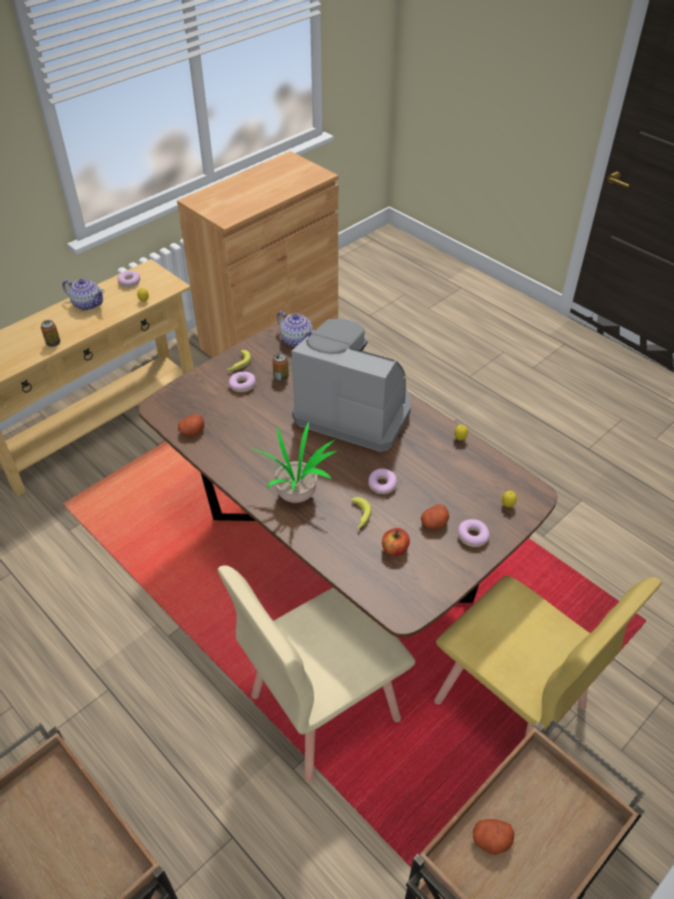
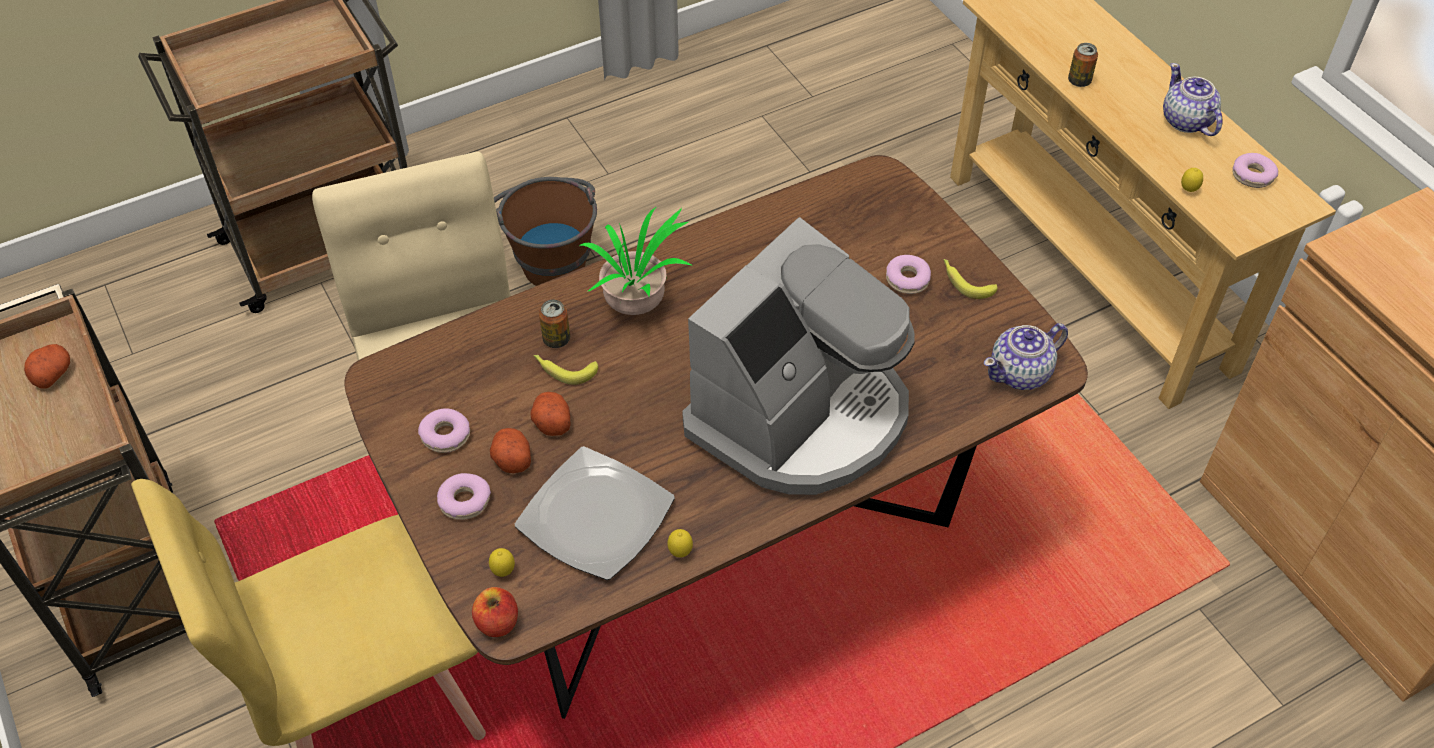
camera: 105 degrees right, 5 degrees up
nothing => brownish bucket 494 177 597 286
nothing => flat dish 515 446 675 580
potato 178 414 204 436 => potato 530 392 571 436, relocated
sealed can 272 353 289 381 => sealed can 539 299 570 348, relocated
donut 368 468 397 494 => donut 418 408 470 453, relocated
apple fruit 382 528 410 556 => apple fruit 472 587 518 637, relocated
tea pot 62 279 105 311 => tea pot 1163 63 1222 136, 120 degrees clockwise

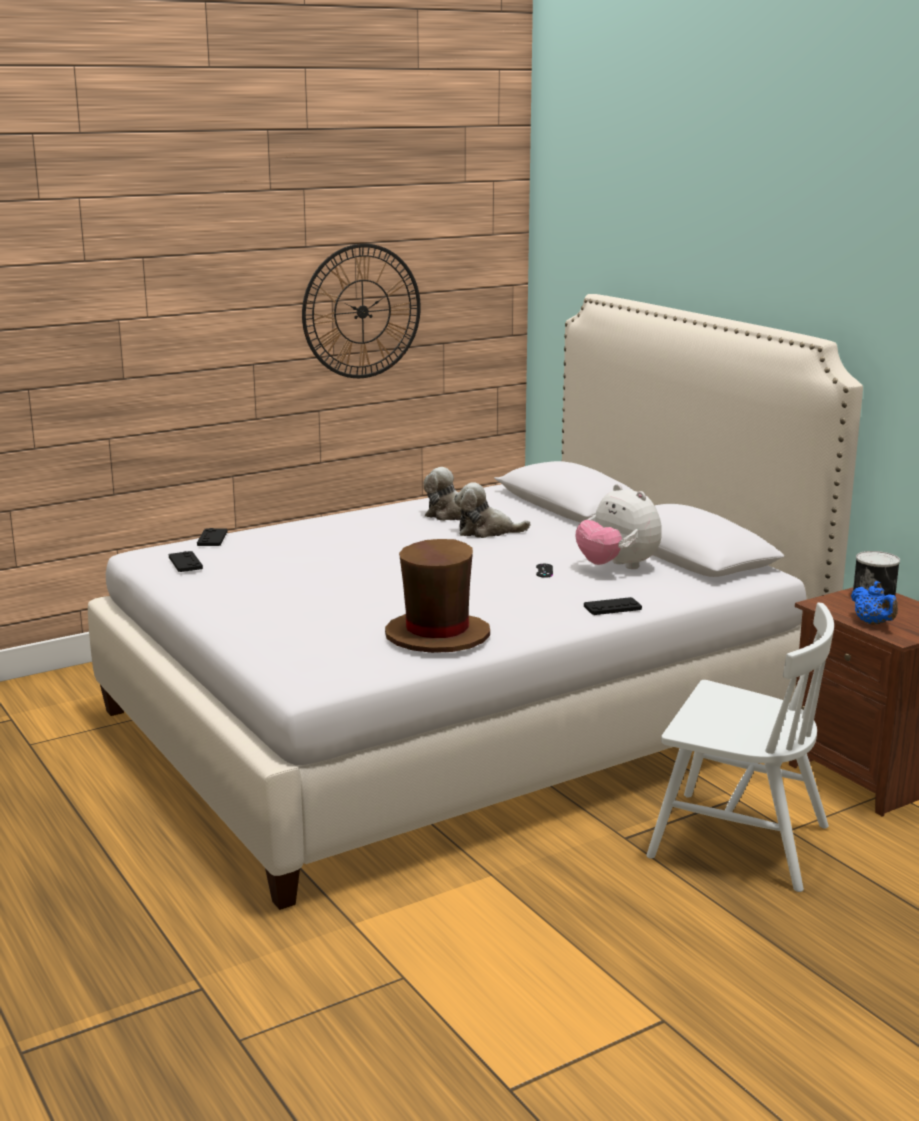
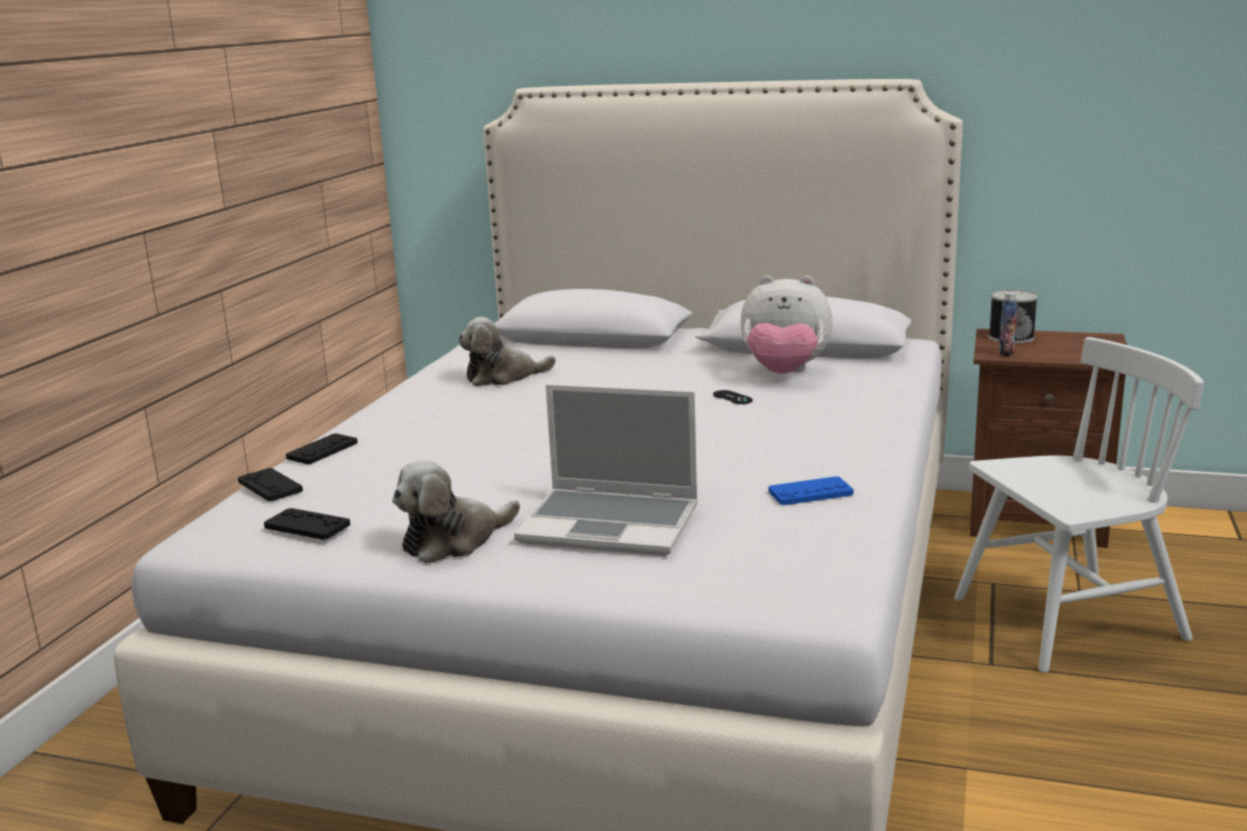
camera: 40 degrees left, 0 degrees up
wall clock 302 244 421 378 => nothing
bluish tea pot 851 581 898 625 => nothing
nothing => laptop 514 384 698 556
nothing => beverage bottle 999 292 1017 356
cuddly toy 454 482 531 538 => cuddly toy 392 461 520 563, relocated
black gamepad 584 597 642 615 => black gamepad 286 433 358 464, relocated
brownish wearable hat 385 539 490 653 => bluish gamepad 768 476 854 505

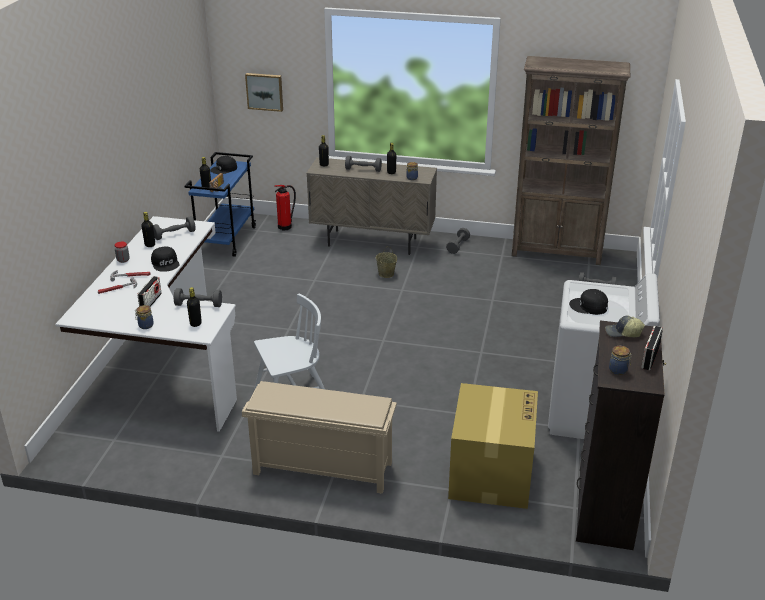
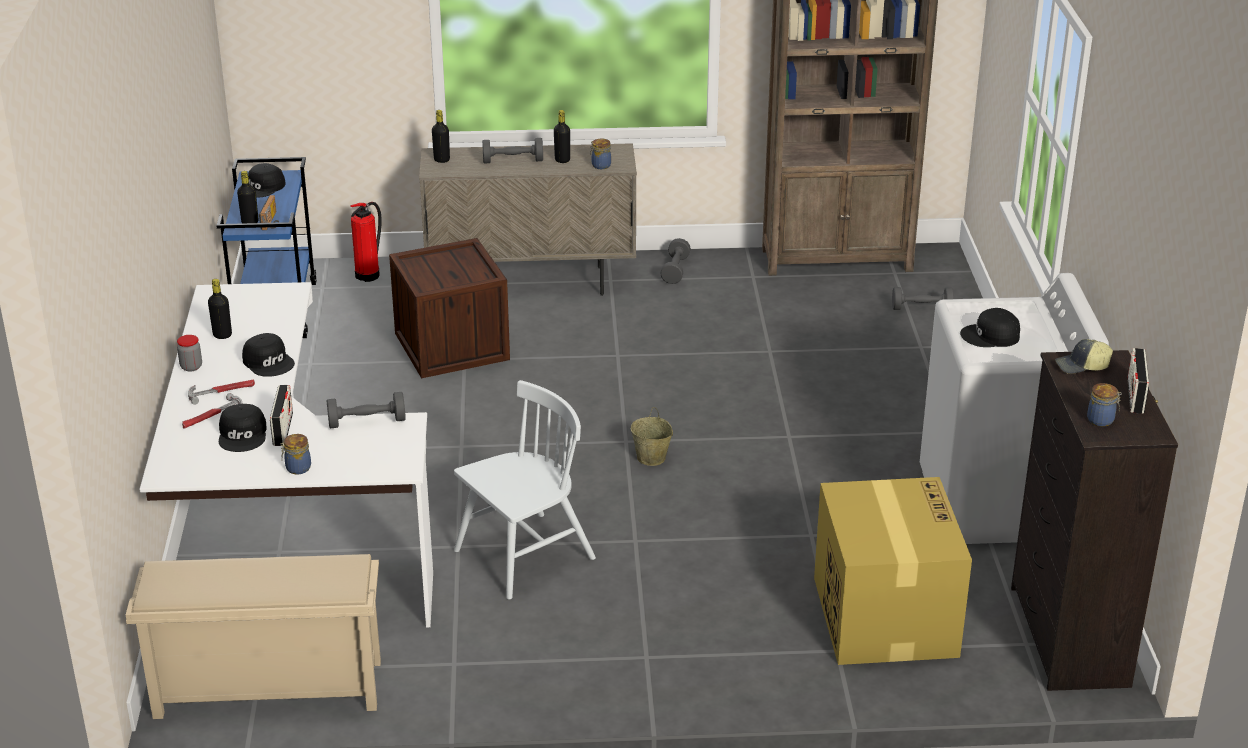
camera: 15 degrees left, 0 degrees up
gray free weight 153 216 196 240 => nothing
black beverage bottle 187 287 202 327 => nothing
wall picture 245 73 283 112 => nothing
nothing => black baseball cap 219 404 266 452
nothing => packing crate 389 238 510 378
beige-coloured shoe rack 242 381 397 494 => beige-coloured shoe rack 126 554 381 719, relocated
beige-coloured bucket 376 246 397 278 => beige-coloured bucket 631 407 673 466, relocated

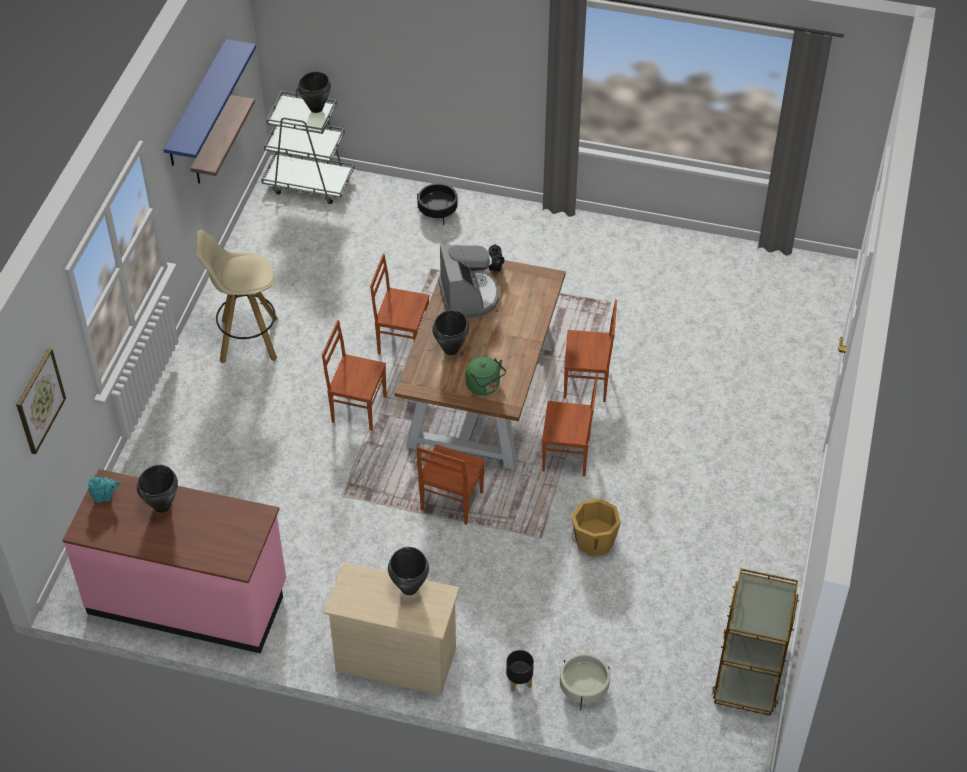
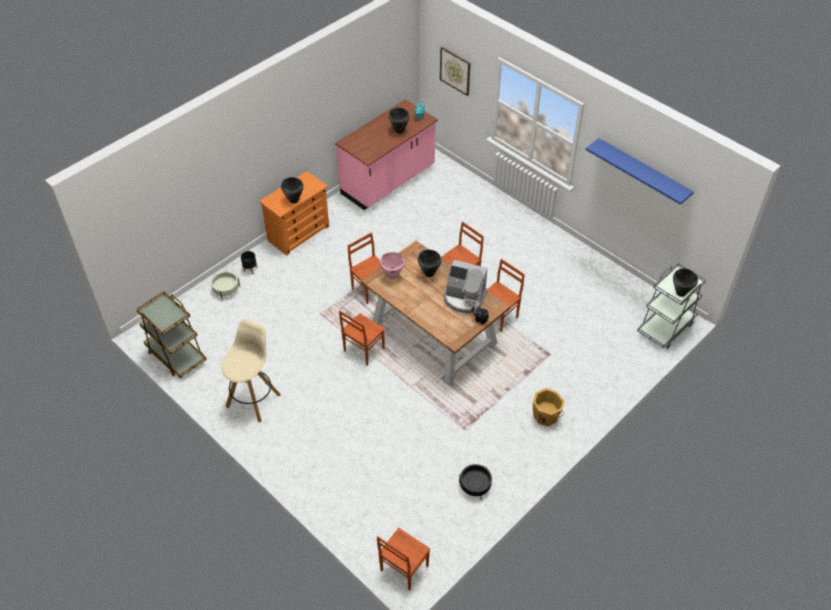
camera: 120 degrees right, 0 degrees up
wall shelf 191 95 255 184 => nothing
beige-coloured sitting stool 196 230 278 363 => beige-coloured sitting stool 221 319 281 422, relocated
black flower pot 417 183 458 225 => black flower pot 459 464 492 500, relocated
brownish plain chair 564 300 617 402 => brownish plain chair 377 528 430 591, relocated
orangey bucket 571 499 621 556 => orangey bucket 533 388 565 426, relocated
green-coloured tea kettle 466 356 506 395 => pink stockpot 380 252 405 280
beige-coloured dresser 325 562 459 696 => orangey dresser 259 171 329 256

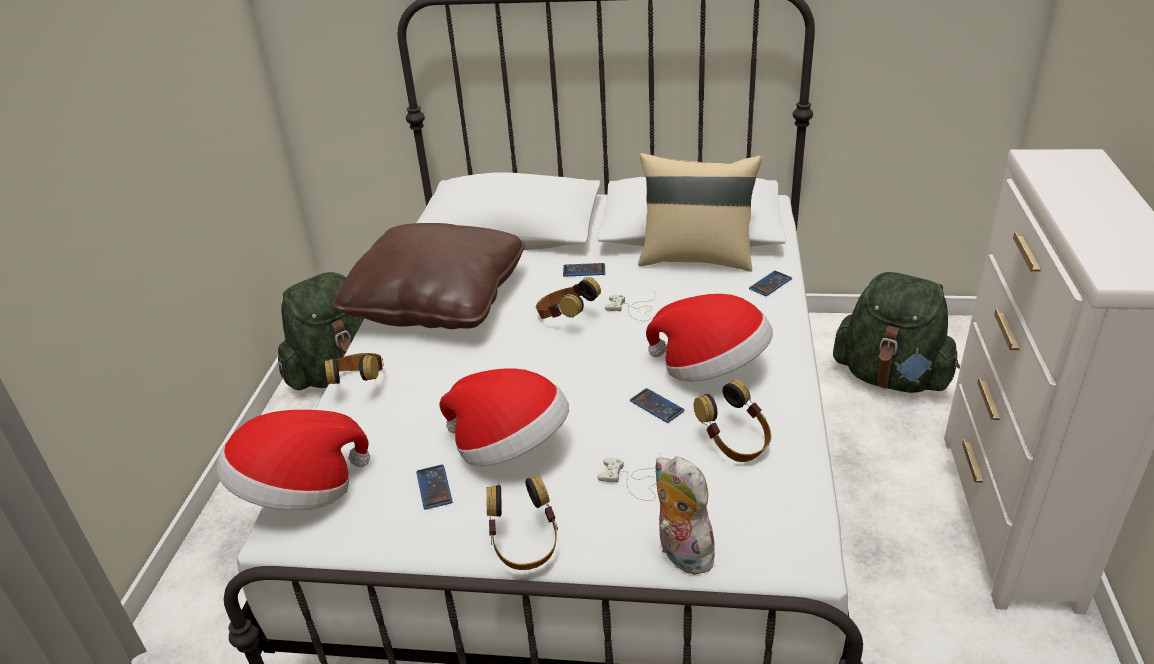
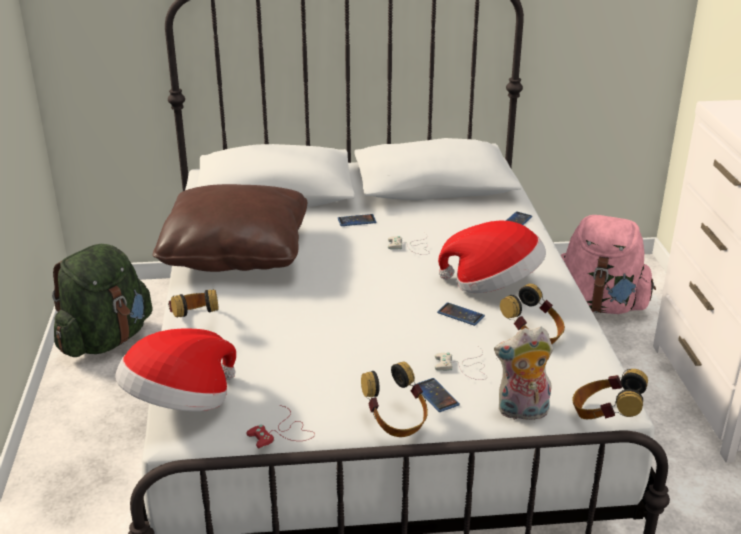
camera: 15 degrees left, 5 degrees down
wearable hat 439 368 569 466 => nothing
beige-coloured cushion 638 153 761 272 => nothing
nothing => red-coloured gamepad 246 405 315 448
handset 416 465 453 510 => handset 414 378 460 412, relocated
pair of headphones 536 277 601 319 => pair of headphones 572 369 648 419, relocated
green-coloured knapsack 833 272 960 393 => pink knapsack 561 215 656 314
cuddly toy 655 456 715 575 => cuddly toy 494 327 553 420, 45 degrees counterclockwise

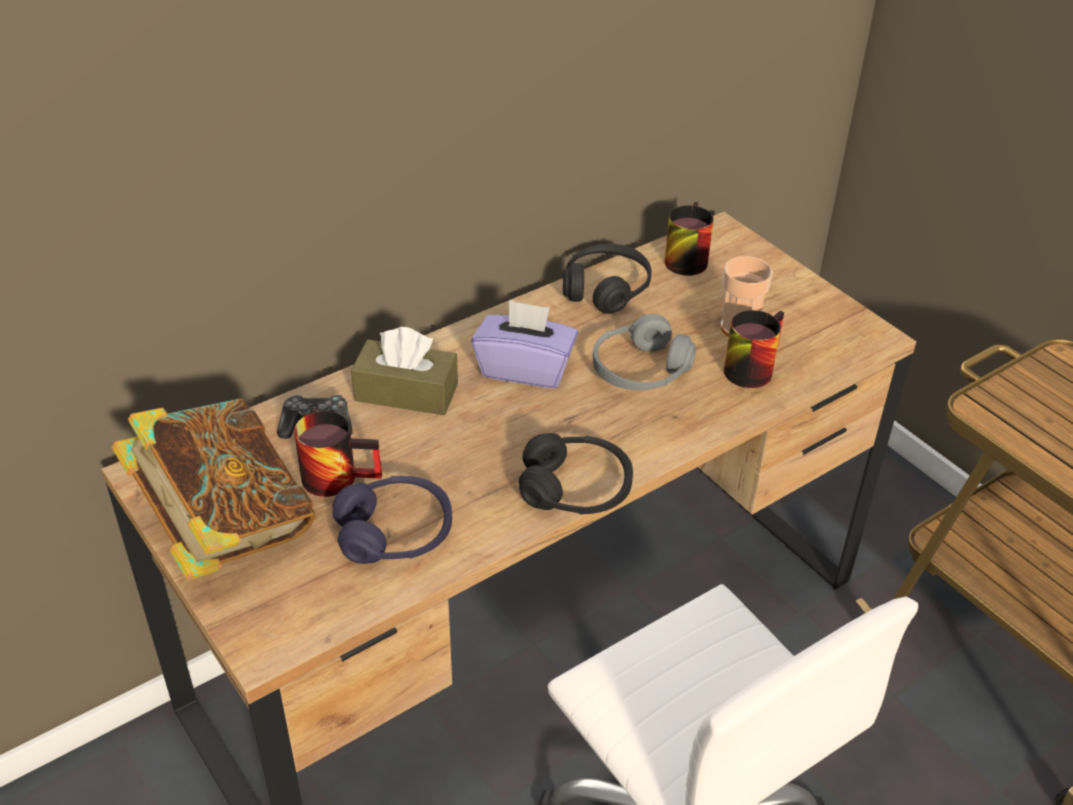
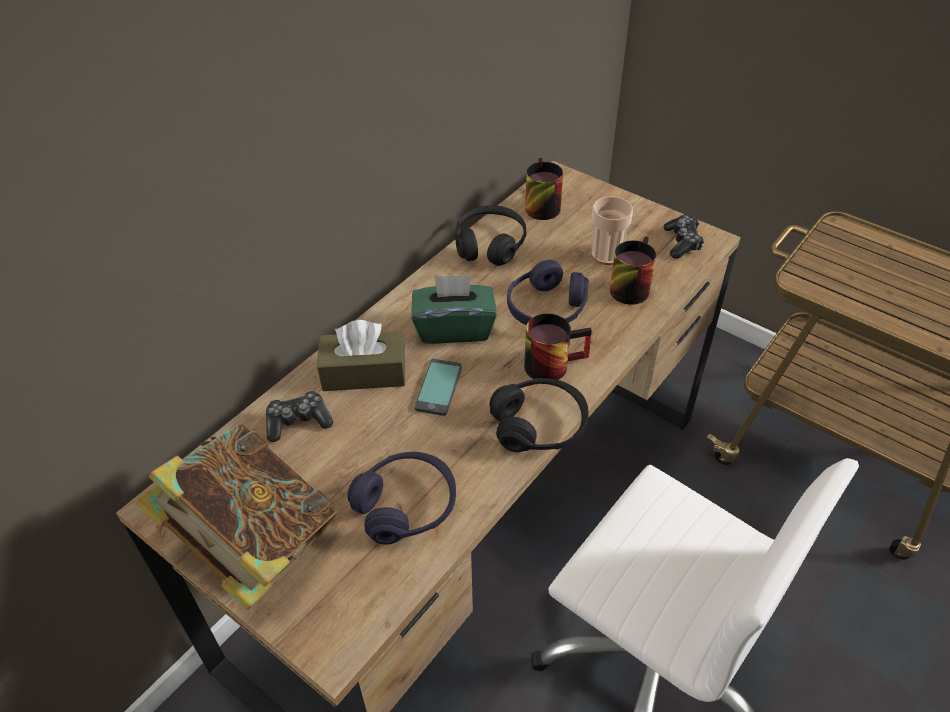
camera: 15 degrees left, 5 degrees up
nothing => handset 414 359 462 416
nothing => gamepad 664 214 705 259
mug 294 411 382 497 => mug 524 313 592 380, relocated
purple box of tissues 471 300 578 388 => green-coloured box of tissues 411 275 497 344
gray pair of headphones 593 314 696 390 => purple pair of headphones 507 260 589 325

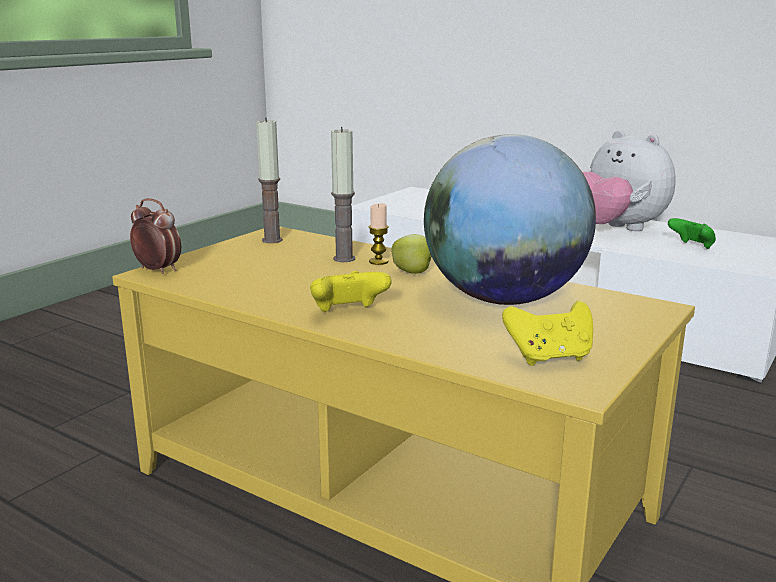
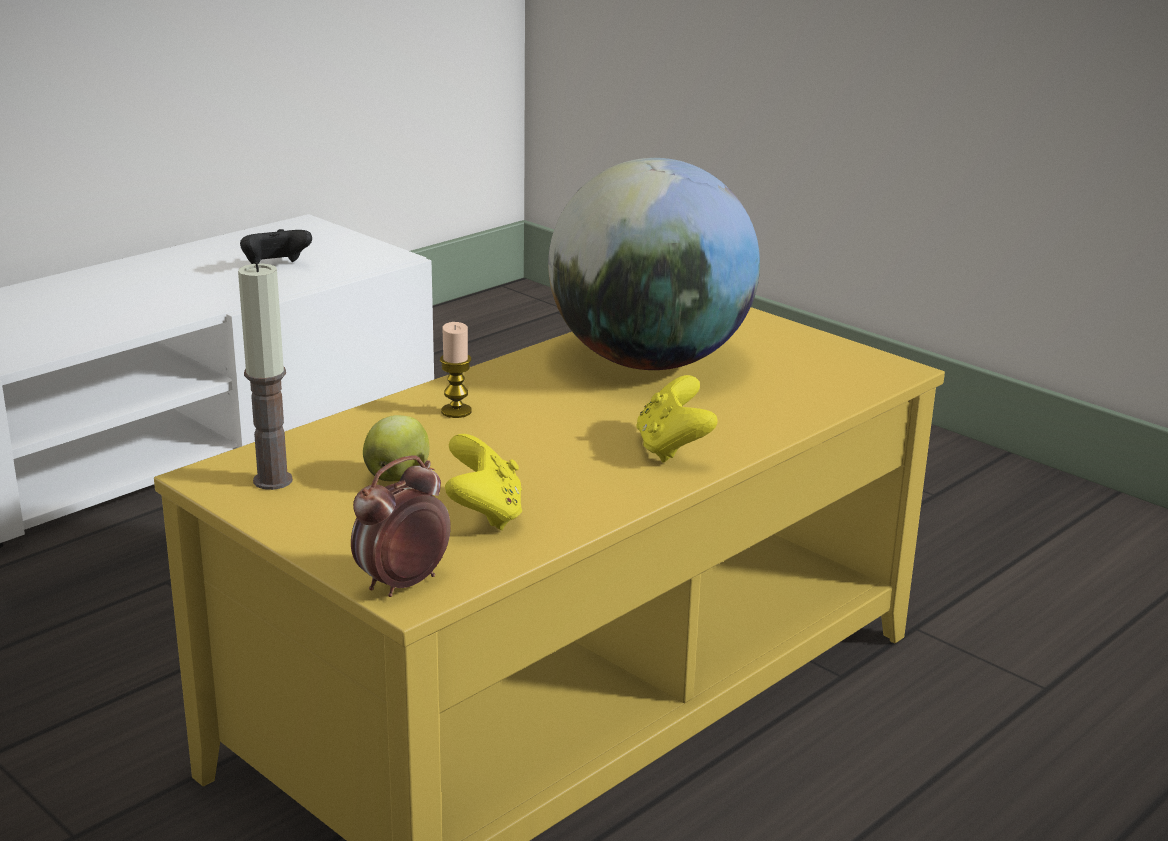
camera: 80 degrees left, 5 degrees up
wax candle 331 127 355 262 => nothing
cuddly toy 582 130 676 231 => nothing
apple fruit 391 234 432 274 => apple fruit 363 415 430 481, relocated
yellowish gamepad 502 301 593 366 => yellowish gamepad 445 434 522 530, relocated
green-coloured gamepad 668 218 716 249 => black gamepad 240 229 312 264

